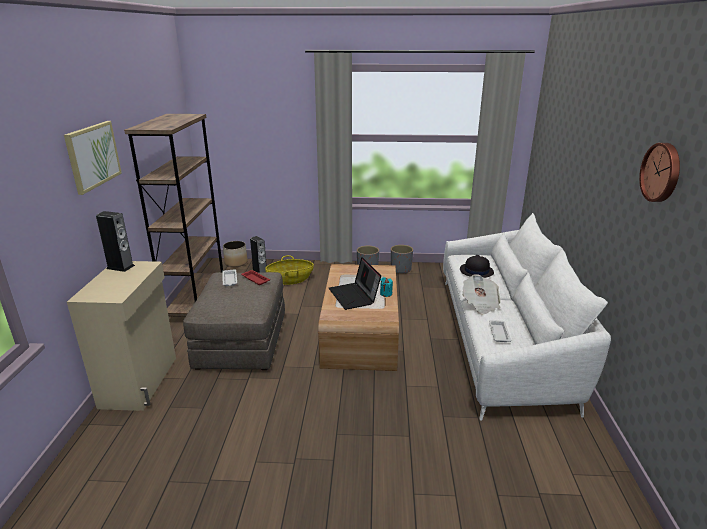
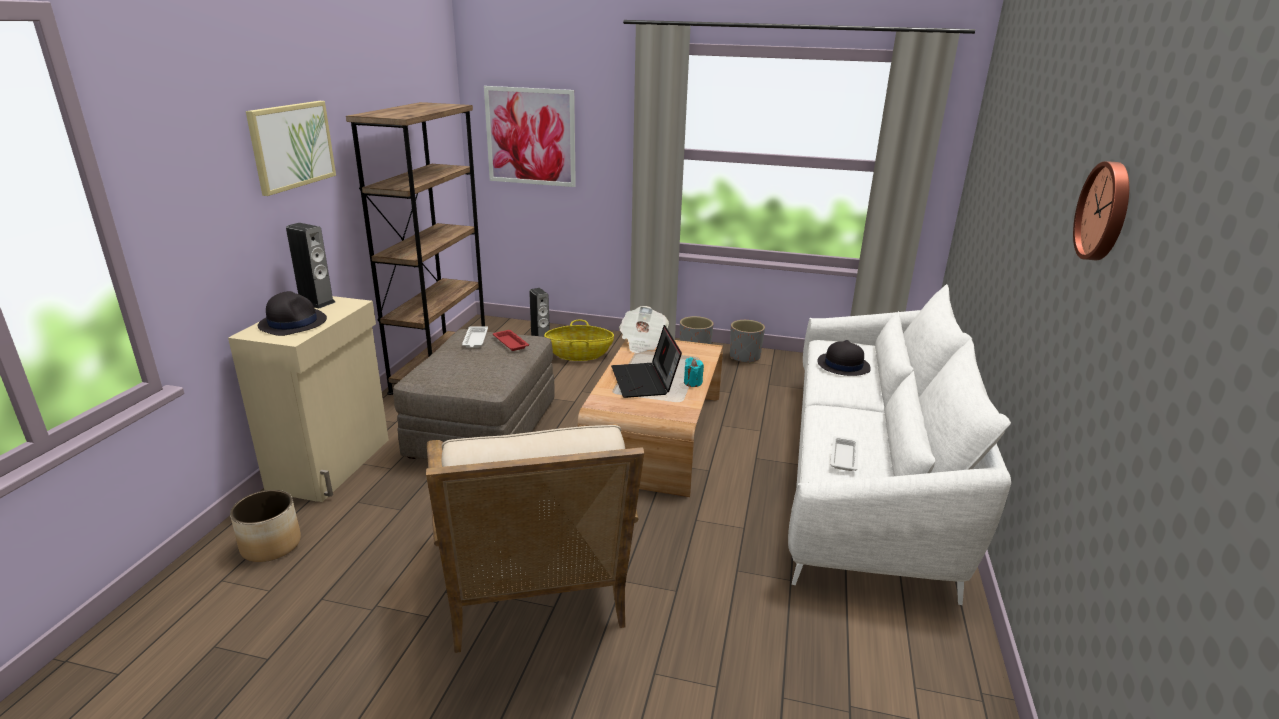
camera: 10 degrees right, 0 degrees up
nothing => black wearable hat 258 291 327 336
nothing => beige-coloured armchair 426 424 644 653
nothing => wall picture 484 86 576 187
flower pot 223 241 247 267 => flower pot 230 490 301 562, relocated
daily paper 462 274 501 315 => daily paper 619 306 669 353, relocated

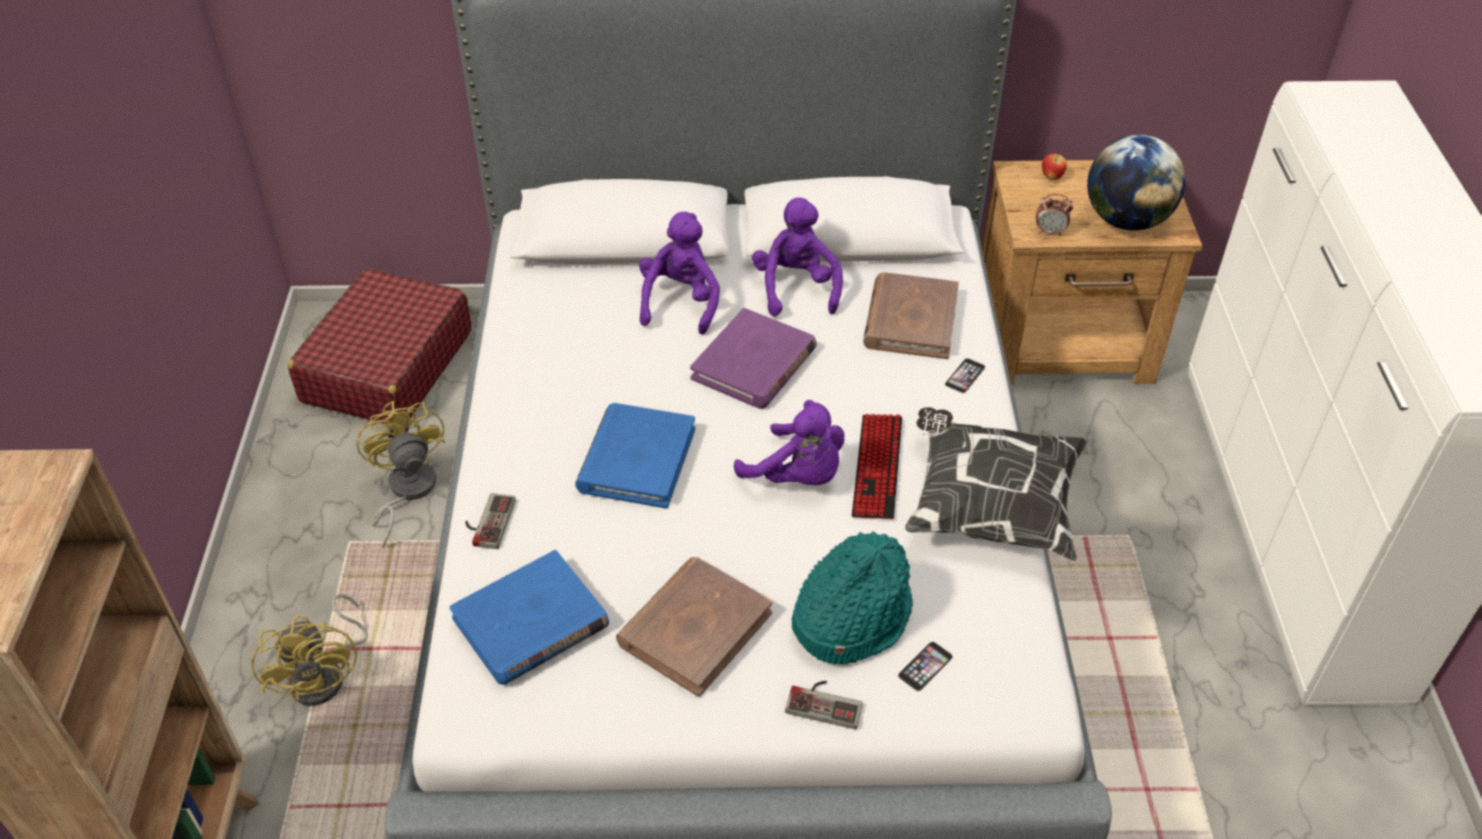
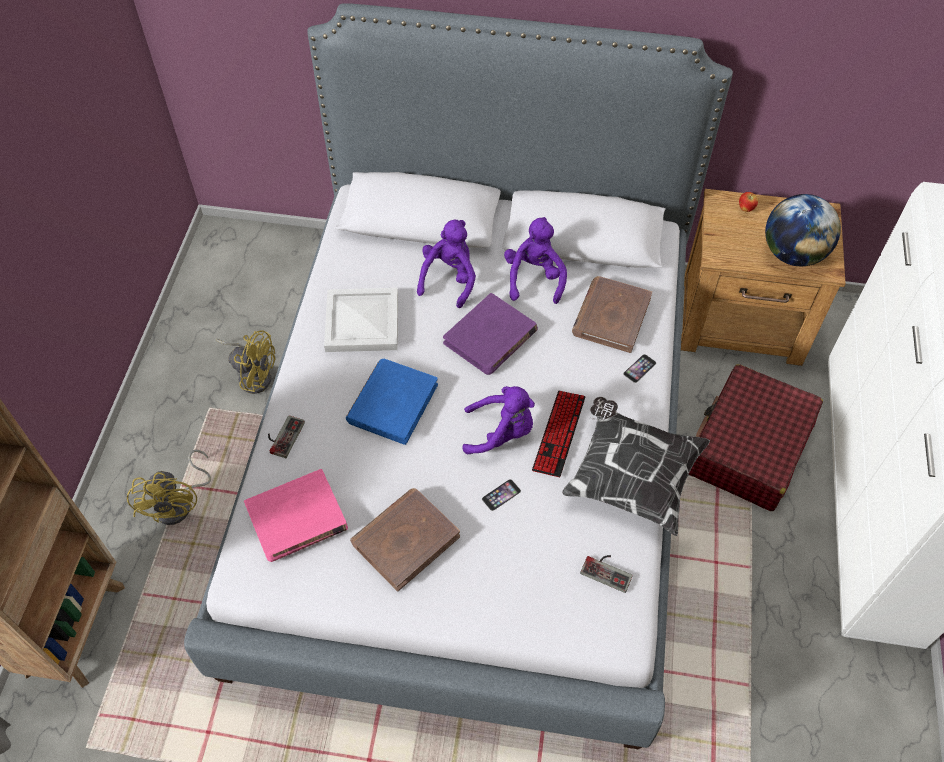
camera: 10 degrees right, 10 degrees up
blue-green wearable hat 792 532 913 665 => nothing
alarm clock 1036 194 1073 236 => nothing
nothing => white-coloured tray 324 288 398 352
red-coloured suitcase 288 268 471 424 => red-coloured suitcase 689 364 823 511, relocated
gamepad 785 681 863 729 => gamepad 580 555 633 593, relocated
handset 898 641 953 691 => handset 482 479 521 511, relocated
bluish volume 449 550 609 685 => pink volume 244 469 348 562
yellowish cooling fan 356 401 445 548 => yellowish cooling fan 216 330 275 394, 120 degrees clockwise
purple cuddly toy 734 400 844 485 => purple cuddly toy 462 386 535 454, 45 degrees counterclockwise

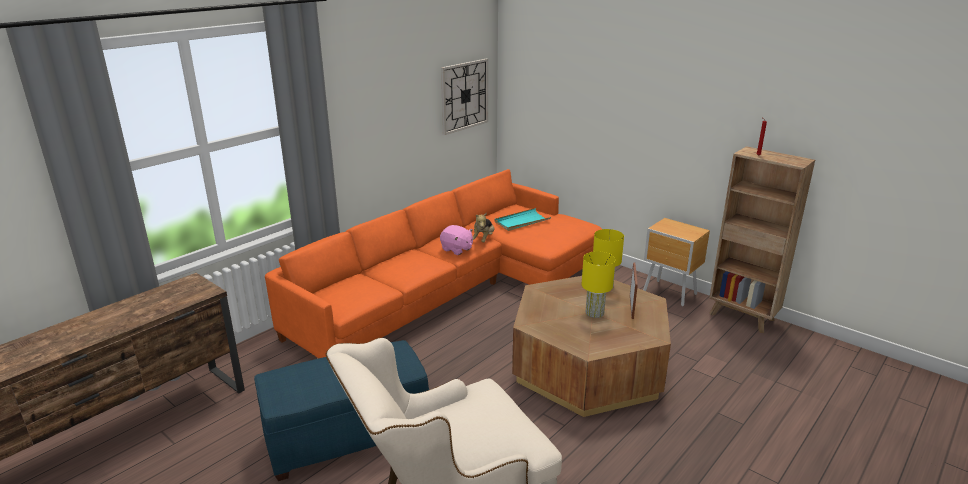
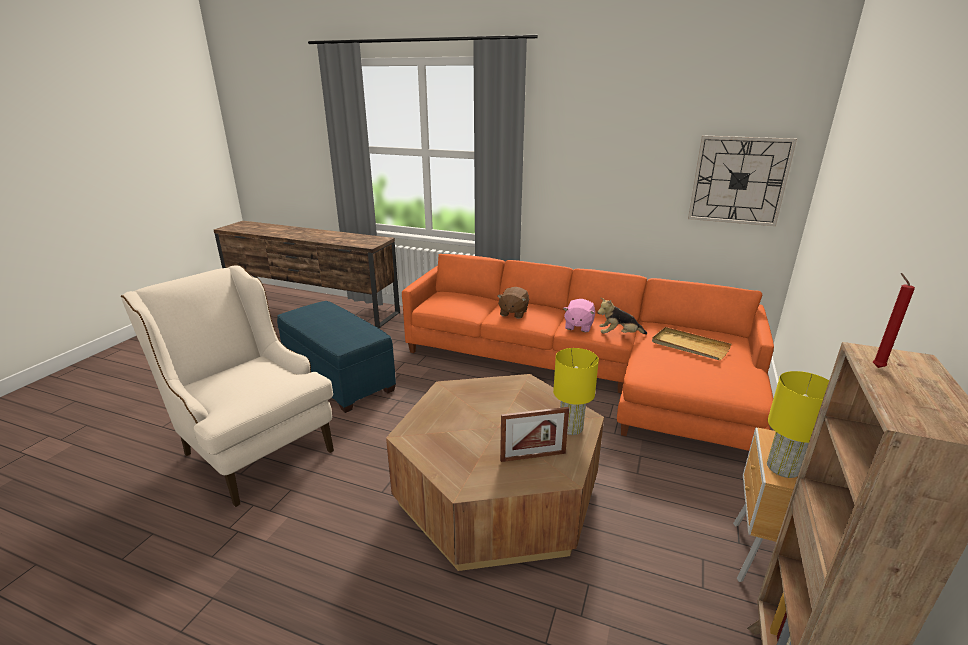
camera: 70 degrees right, 0 degrees up
nothing => brownish cuddly toy 497 287 529 319
yellowish lamp for a table 581 251 616 318 => yellowish lamp for a table 767 371 829 478, relocated
blue-green tray 494 208 551 231 => beige-coloured tray 652 327 731 360

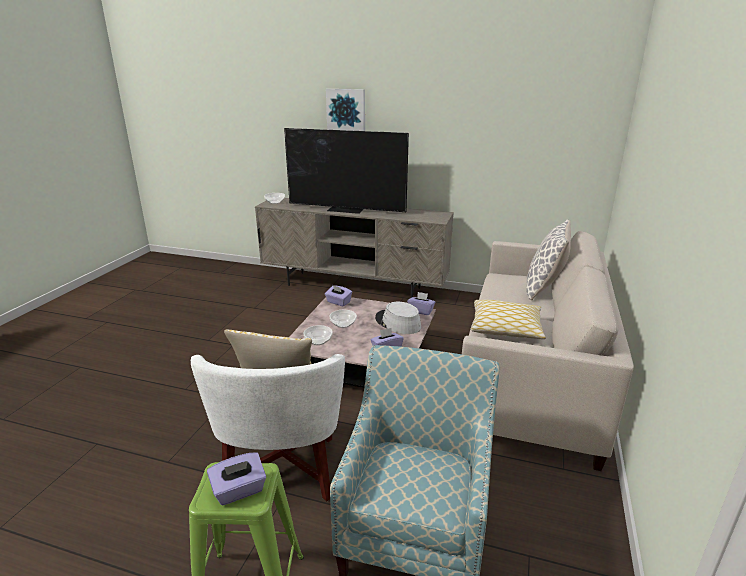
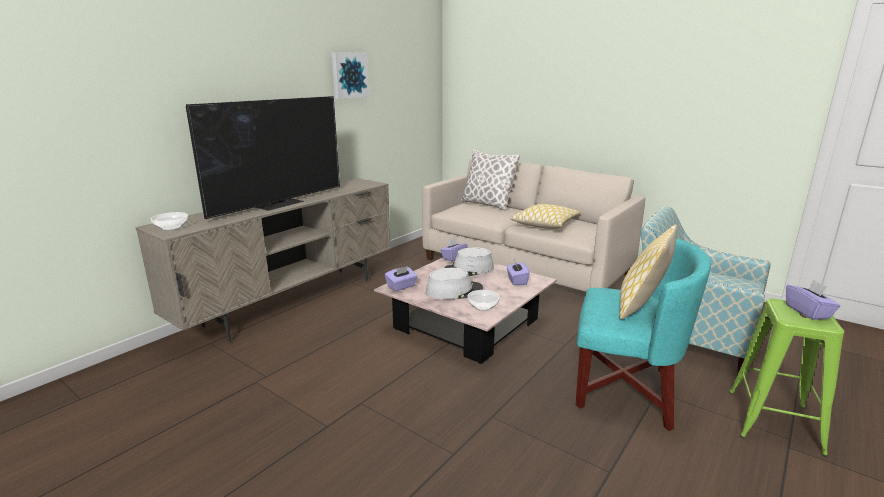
camera: 70 degrees left, 5 degrees down
wall picture 326 89 365 131 => wall picture 332 52 370 99, relocated
bowl 330 310 357 328 => gray wearable hat 426 268 483 300
white-coloured armchair 191 354 345 501 => blue-green armchair 576 239 711 431

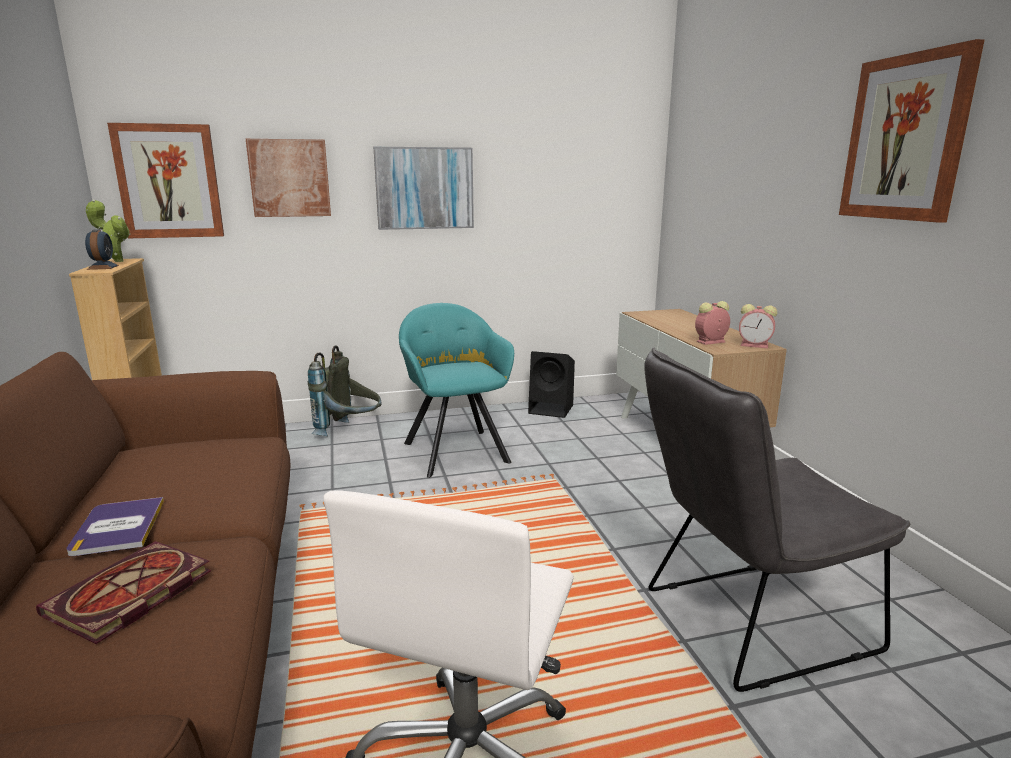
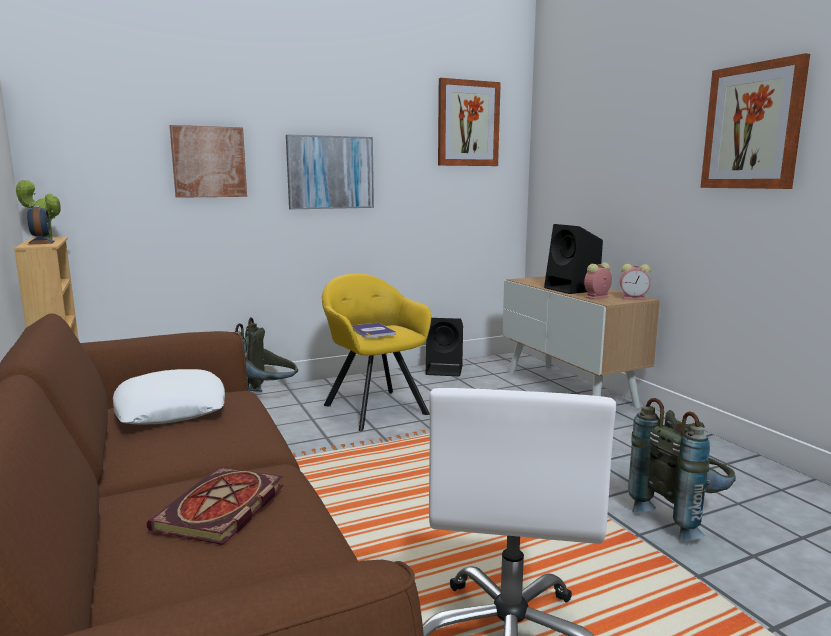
camera: 10 degrees left, 5 degrees down
nothing => white-coloured cushion 113 369 225 424
nothing => black loudspeaker 544 224 603 294
volume 67 497 164 556 => volume 352 322 396 338, relocated
wall picture 107 123 224 238 => wall picture 438 78 501 166, relocated
gray plain chair 644 348 910 692 => gray knapsack 628 398 736 541
blue-green armchair 399 303 514 478 => yellowish armchair 322 274 431 431

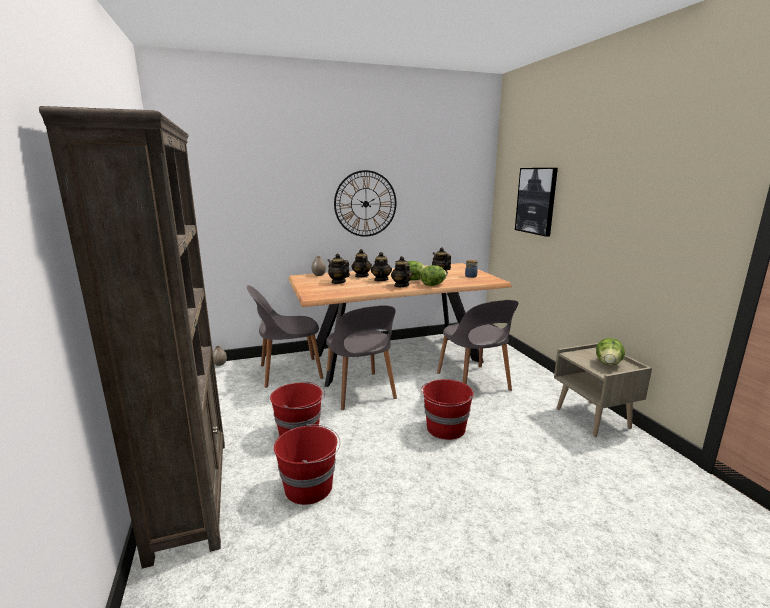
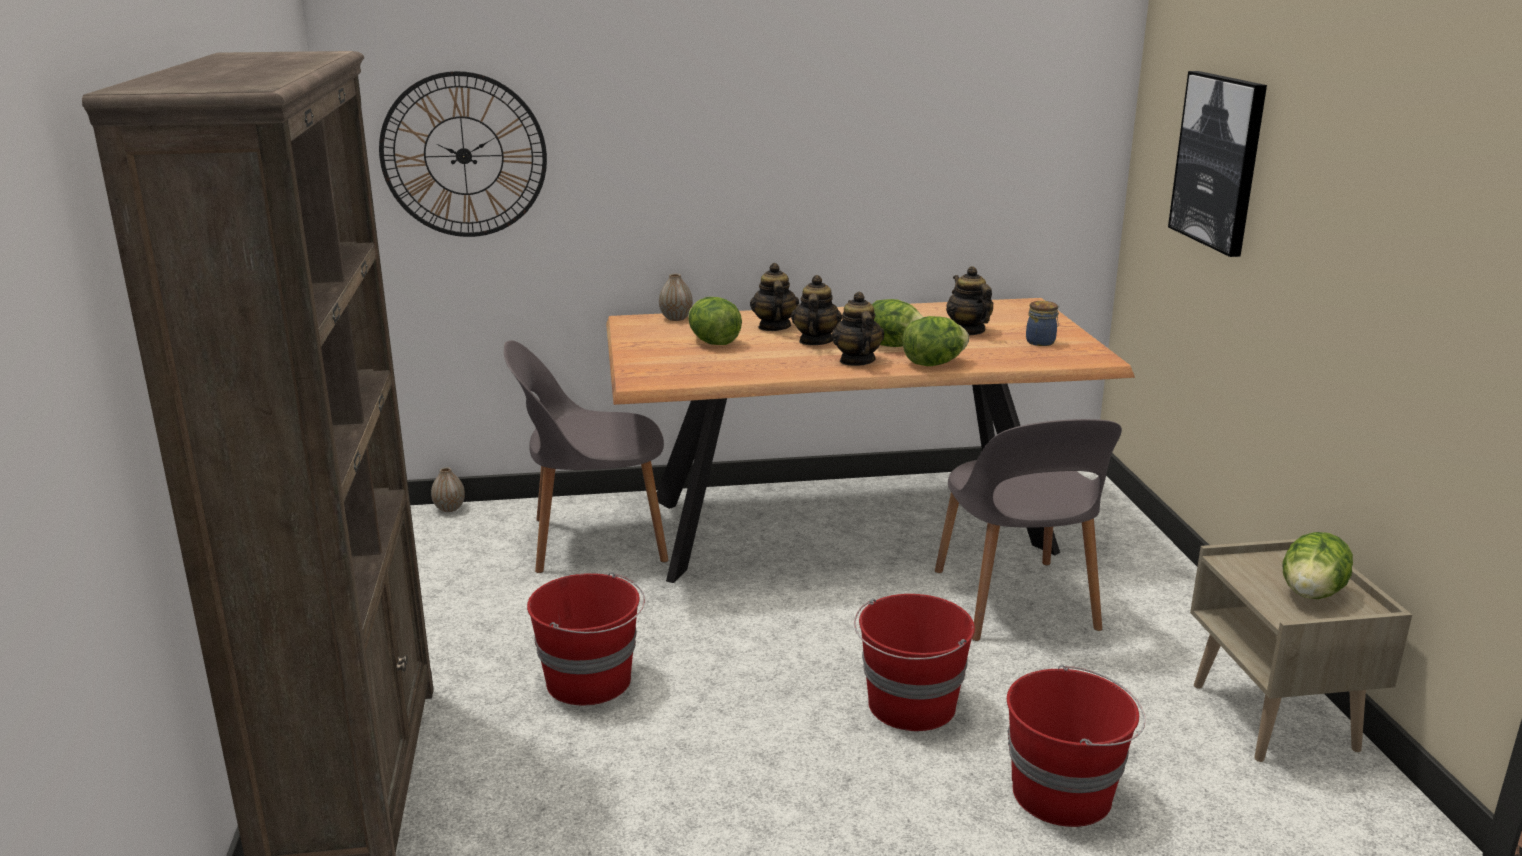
camera: 10 degrees right, 5 degrees up
gray plain chair 326 305 397 410 => nothing
red-coloured bucket 274 424 340 505 => red-coloured bucket 1007 665 1146 827, relocated
wall clock 334 170 396 237 => wall clock 379 71 547 237, relocated
tea pot 327 254 350 284 => head of lettuce 688 297 742 345

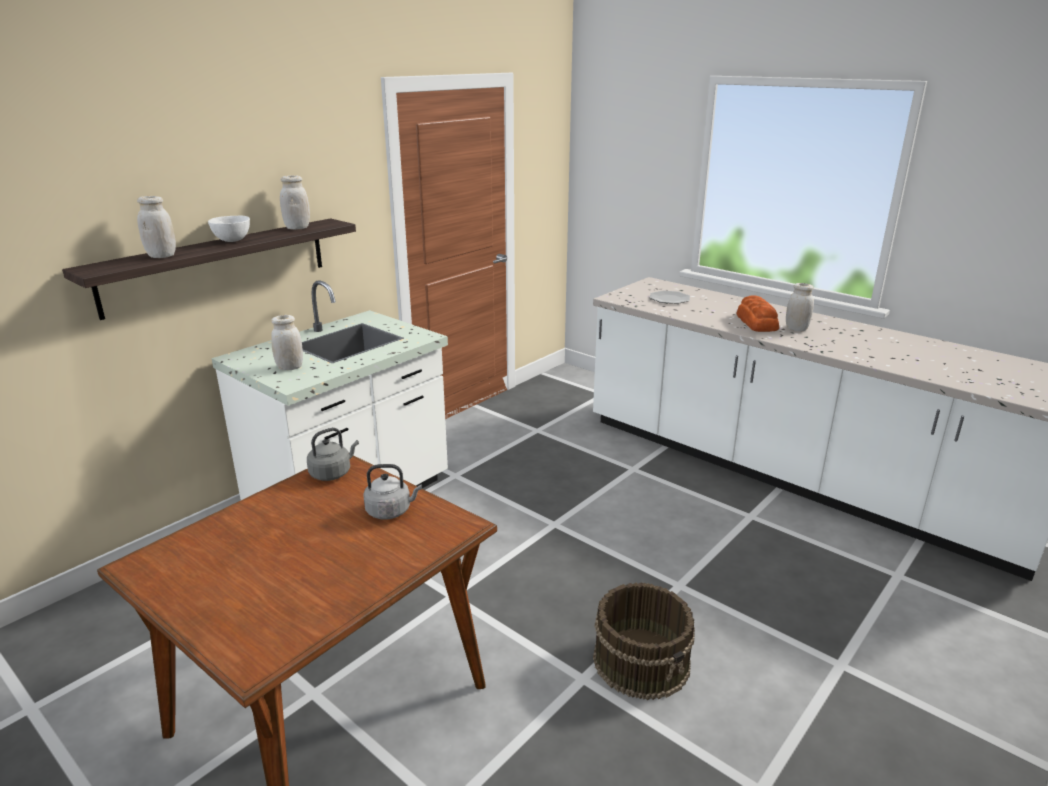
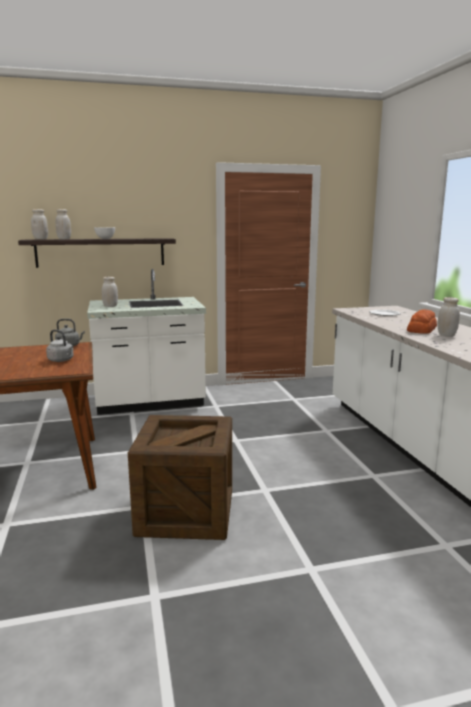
camera: 35 degrees right, 10 degrees down
white-coloured preserve jar 280 176 310 230 => white-coloured preserve jar 31 209 48 240, relocated
brownish bucket 593 582 695 700 => packing crate 128 415 232 540

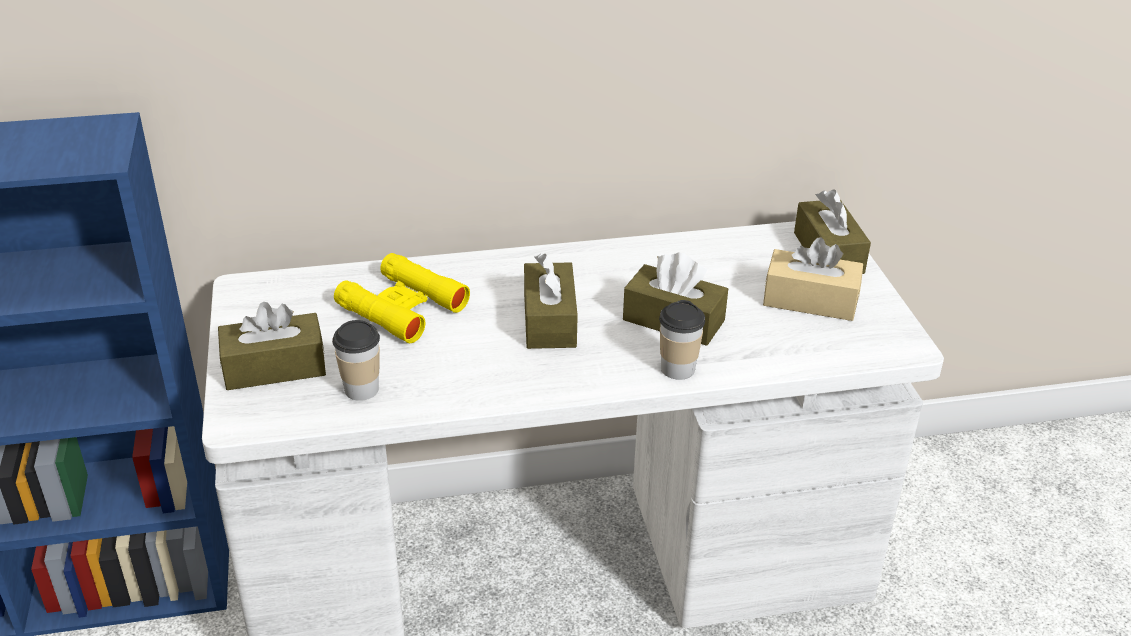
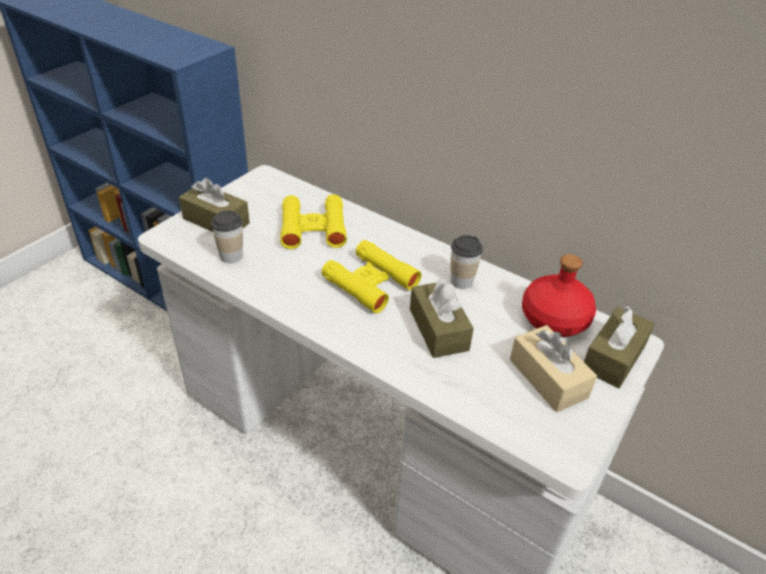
camera: 45 degrees right, 5 degrees up
nothing => red-coloured beverage bottle 522 254 596 337
small cup 659 300 705 380 => small cup 450 235 483 289, relocated
brownish box of tissues 524 254 578 349 => yellowish field glasses 322 240 422 313

